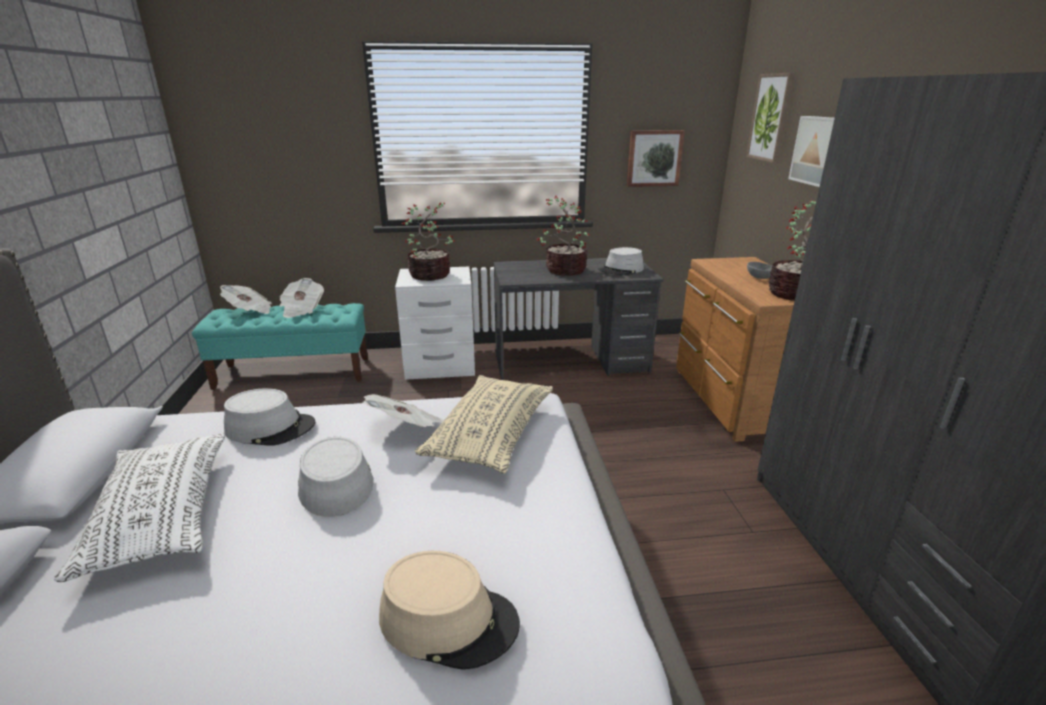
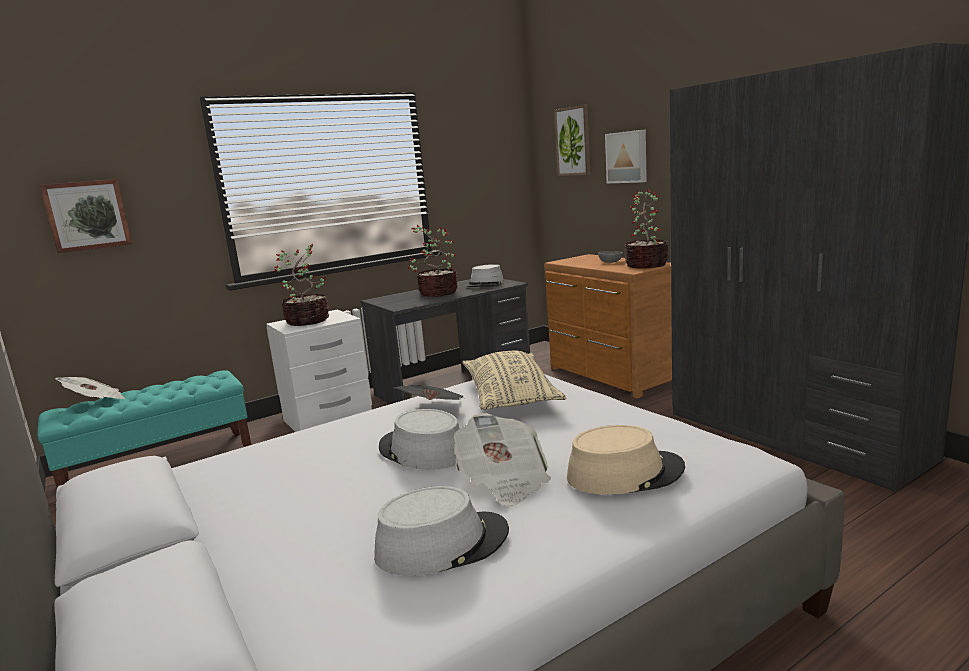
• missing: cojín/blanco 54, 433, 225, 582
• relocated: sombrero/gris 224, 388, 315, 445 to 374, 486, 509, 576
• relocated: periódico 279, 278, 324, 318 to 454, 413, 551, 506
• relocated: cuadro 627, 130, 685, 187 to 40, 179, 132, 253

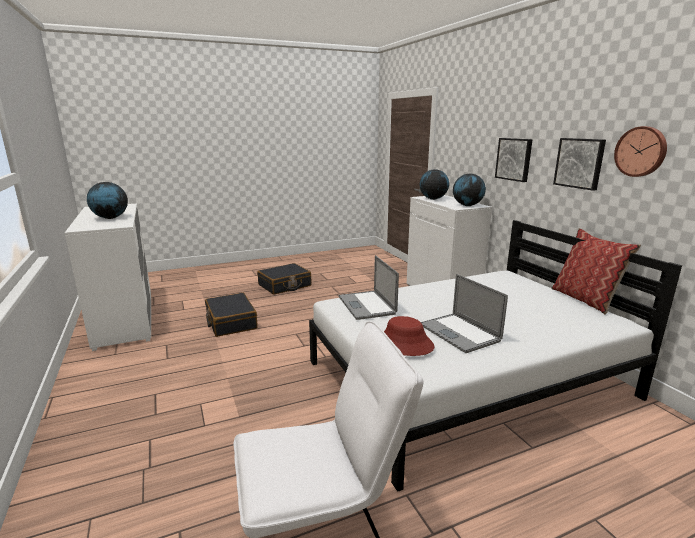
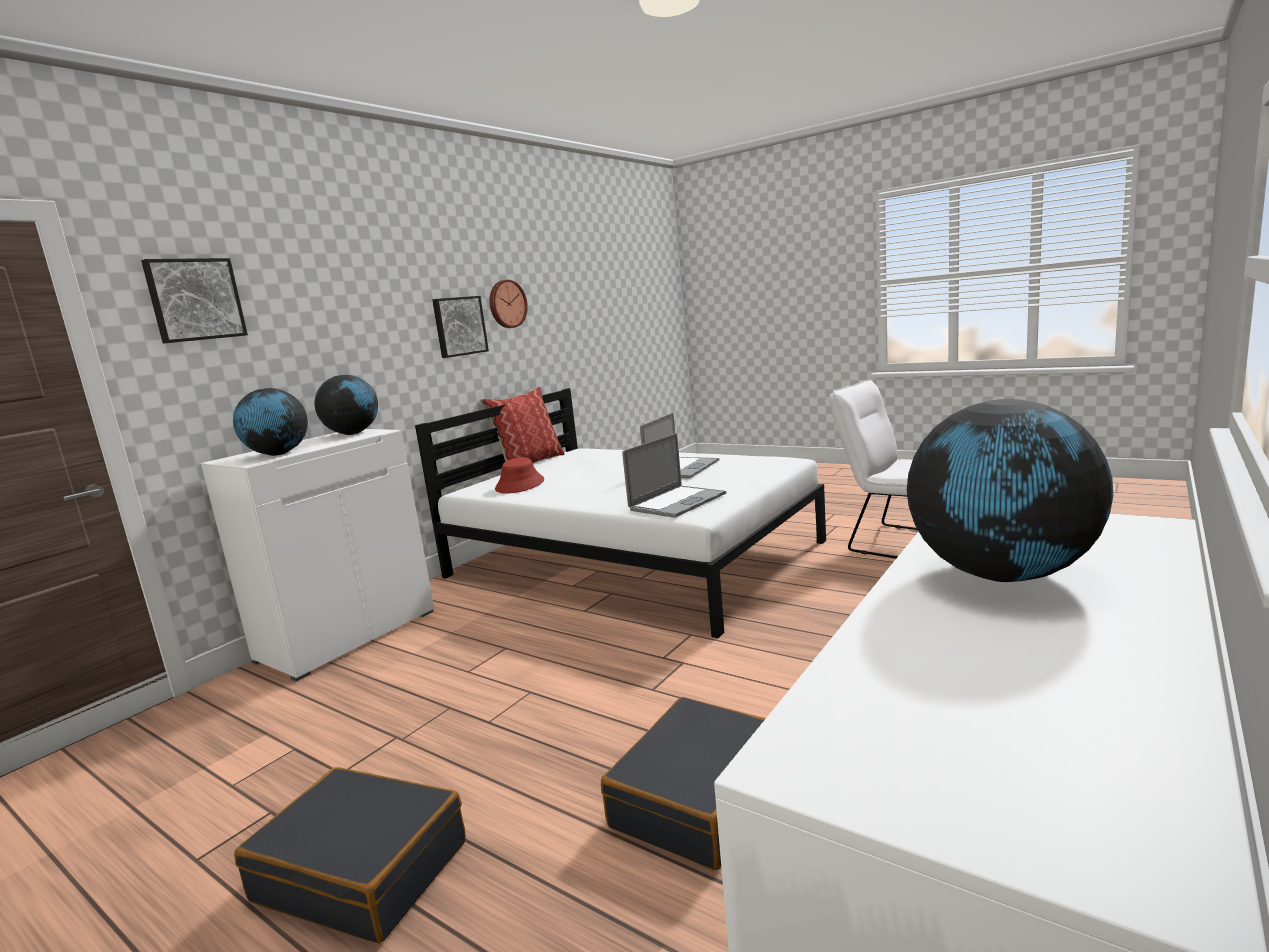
• relocated: sombrero/rojo 384, 316, 435, 356 to 495, 457, 544, 493
• relocated: cuadro 495, 138, 533, 182 to 141, 258, 248, 344

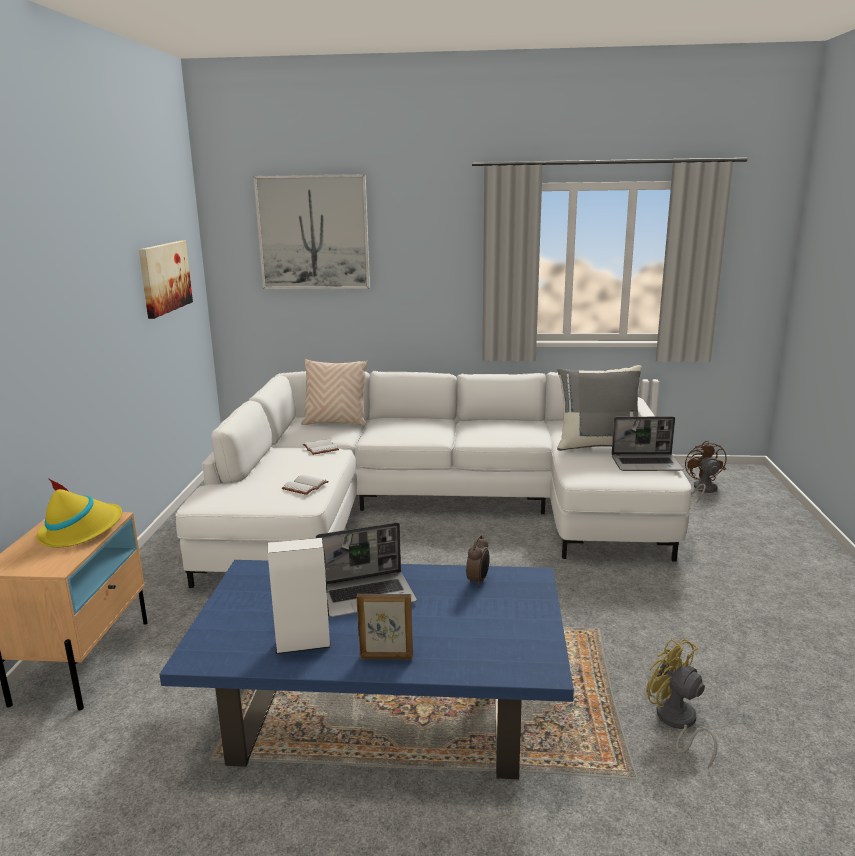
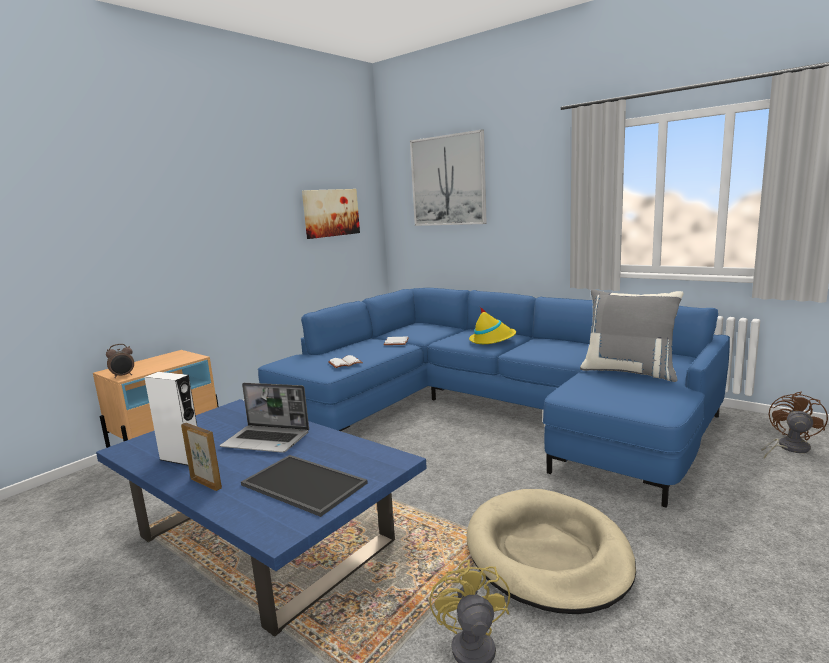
• missing: cojín/beis 301, 359, 368, 425
• missing: portátil 611, 416, 684, 471
• appeared: bandeja 241, 455, 368, 517
• appeared: cama para perro/beis 467, 489, 636, 614
• relocated: sombrero/amarillo 36, 478, 122, 547 to 469, 307, 516, 344
• relocated: despertador 466, 535, 490, 587 to 106, 344, 134, 378
• colour: sofá/blanco 176, 371, 691, 588 to sofá/azul 258, 288, 730, 508

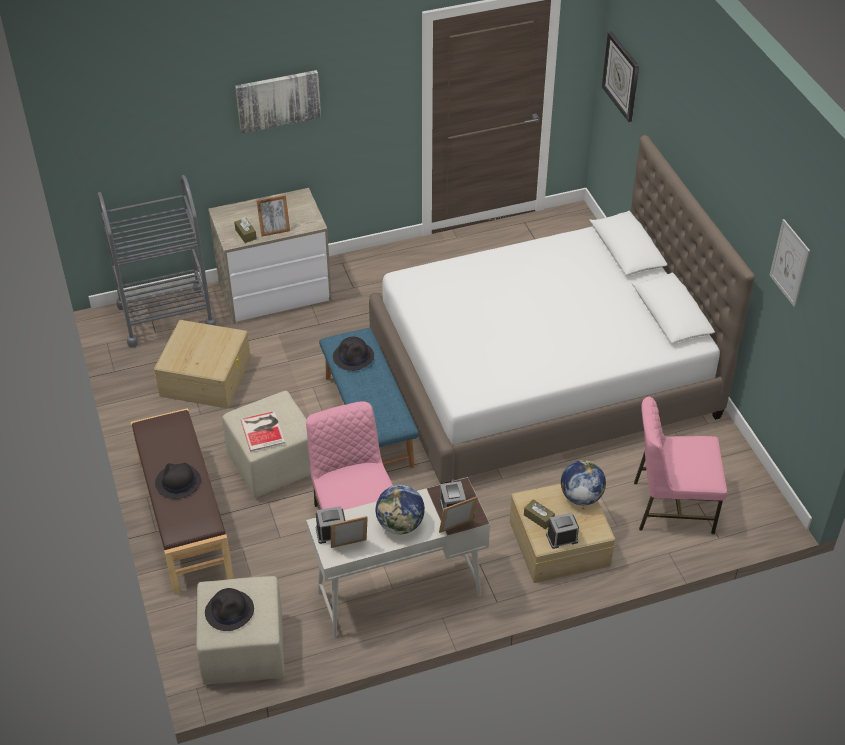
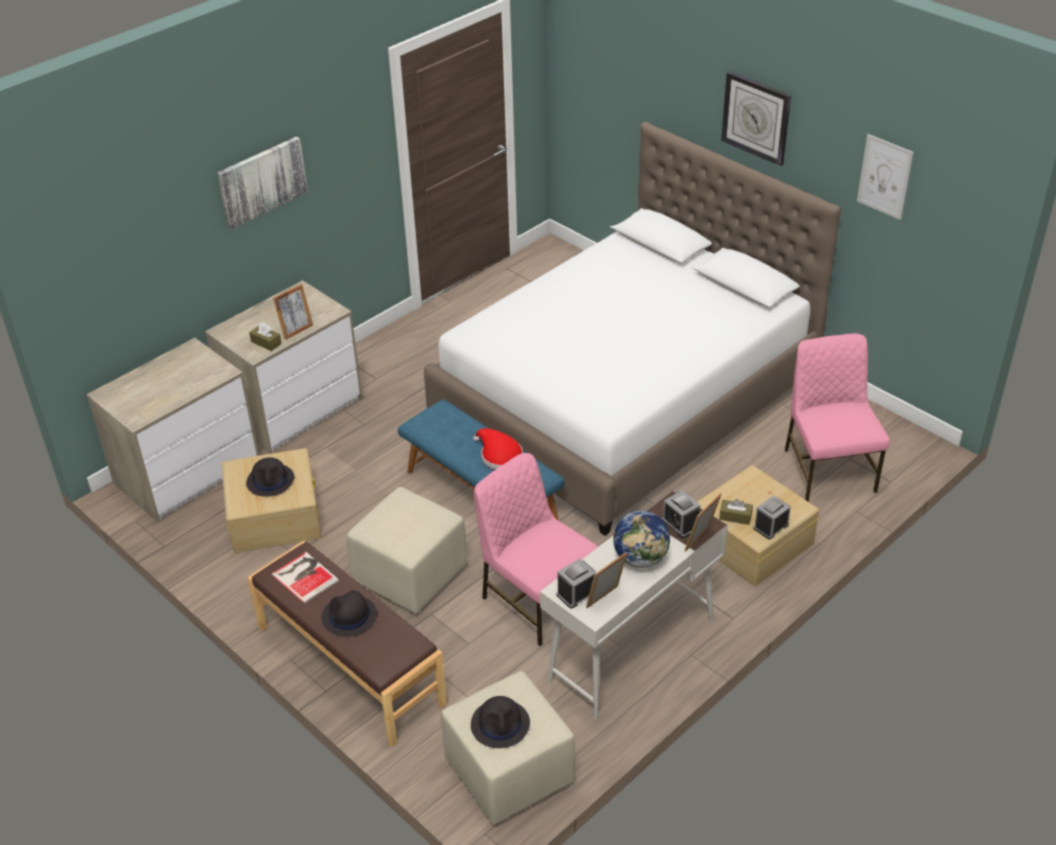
• missing: globo terráqueo 561, 460, 606, 505
• appeared: sombrero/rojo 473, 428, 523, 469
• relocated: libro 240, 411, 285, 451 to 271, 552, 339, 604
• relocated: sombrero/negro 333, 337, 374, 371 to 246, 457, 294, 497
• relocated: reloj de pared 602, 31, 639, 122 to 721, 71, 791, 166
• exchanged: carrito/gris 97, 175, 216, 348 to cómoda 86, 338, 259, 523
• spun: silla/rosa 634, 396, 727, 534 = 785, 333, 890, 502 105 degrees clockwise

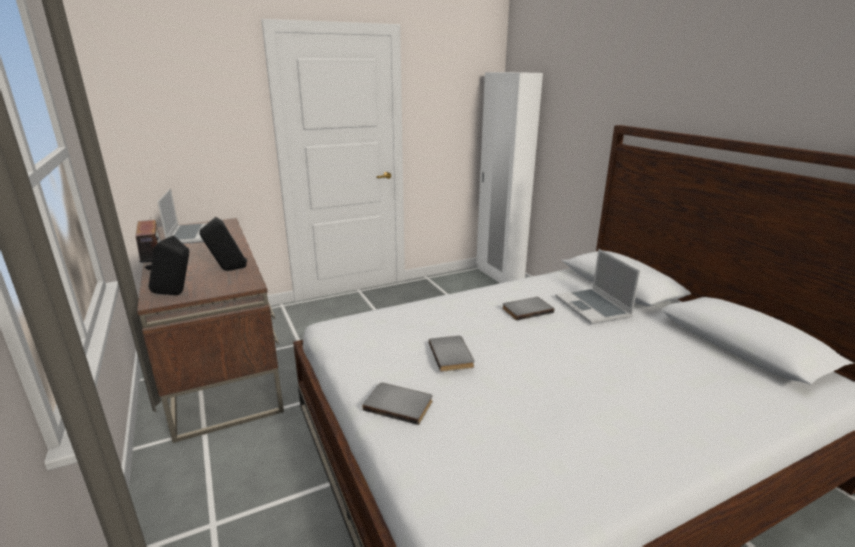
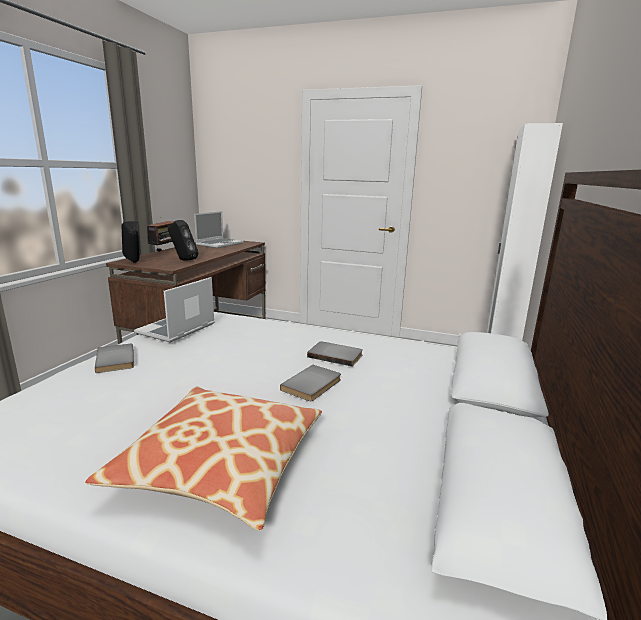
• appeared: cojín 85, 386, 322, 531
• relocated: libro/gris 429, 336, 474, 372 to 280, 365, 341, 401
• relocated: portátil 556, 249, 640, 324 to 134, 277, 215, 343

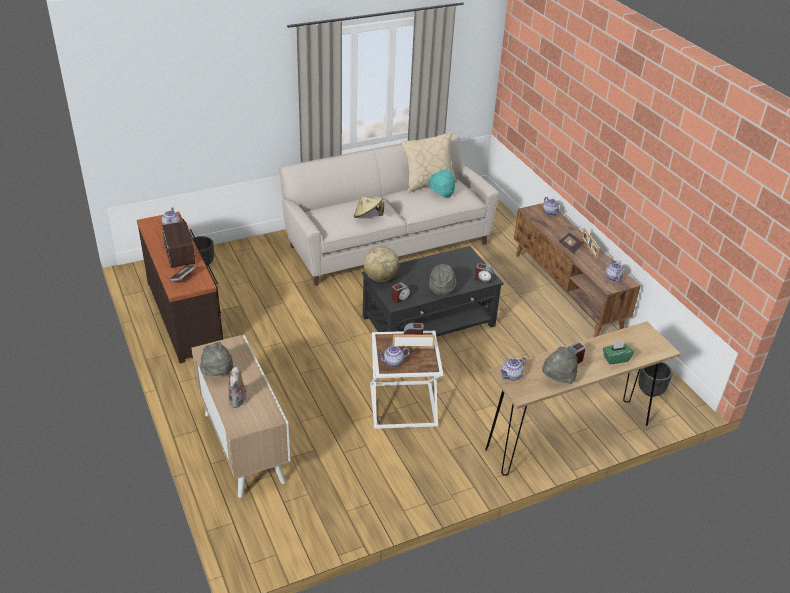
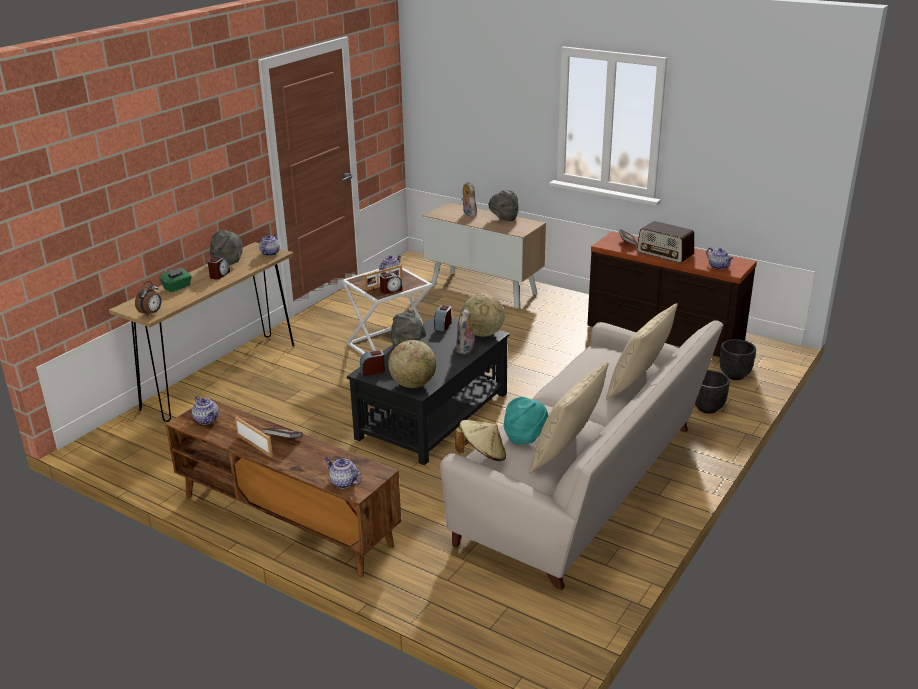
• appeared: despertador 135, 281, 161, 316
• appeared: globo terráqueo 388, 340, 436, 388
• appeared: peluche 456, 308, 476, 354
• appeared: cojín/beis 606, 303, 677, 400
• relocated: sombrero/beis 354, 196, 384, 218 to 455, 420, 506, 461
• relocated: maceta/negro 638, 362, 673, 397 to 695, 370, 730, 414

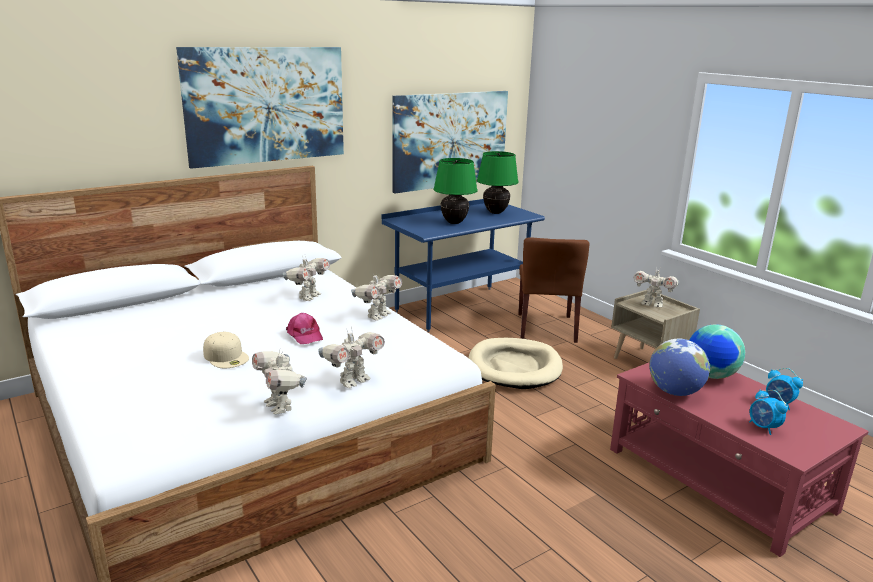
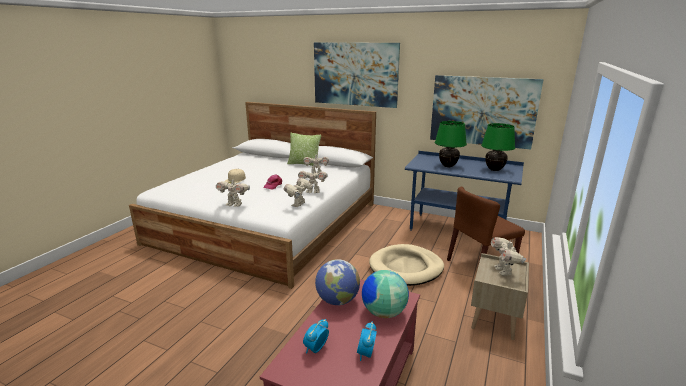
• appeared: cojín 287, 133, 321, 166
• relocated: robot de juguete 252, 351, 307, 415 to 284, 178, 314, 207

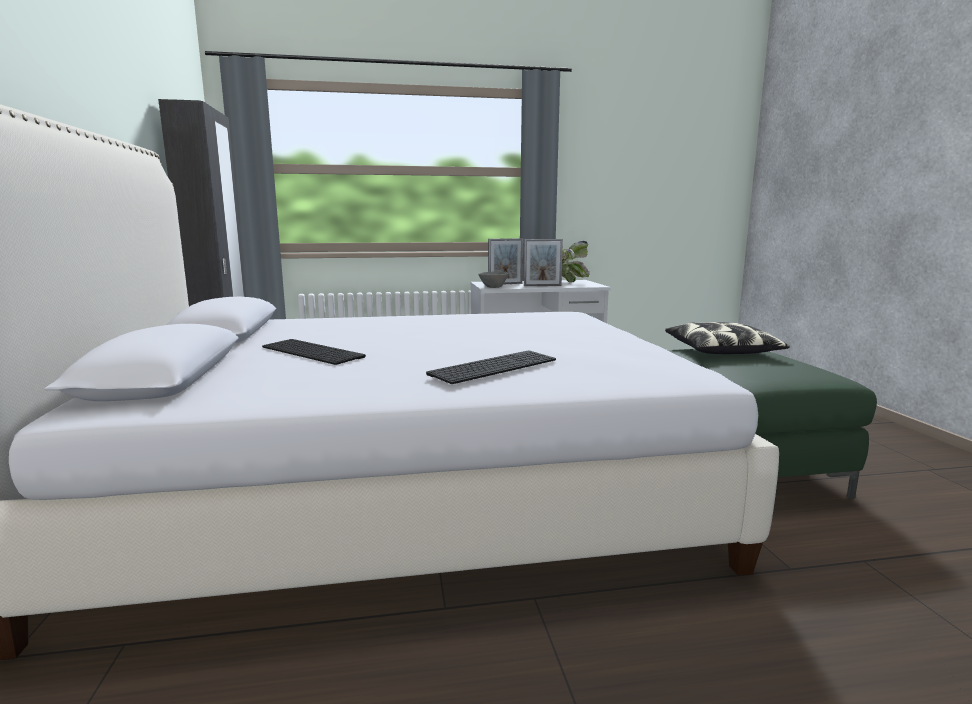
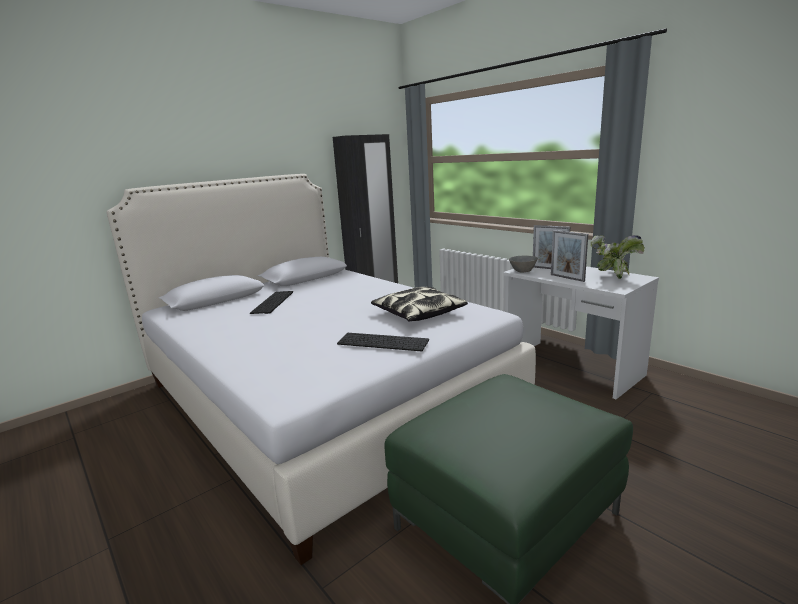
• relocated: teclado 426, 350, 556, 384 to 337, 333, 429, 351
• relocated: cojín 665, 322, 790, 354 to 371, 287, 468, 321

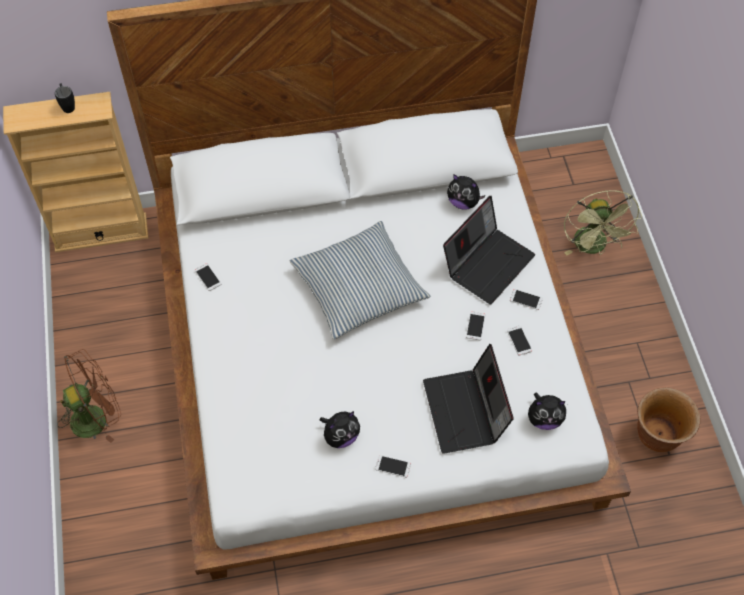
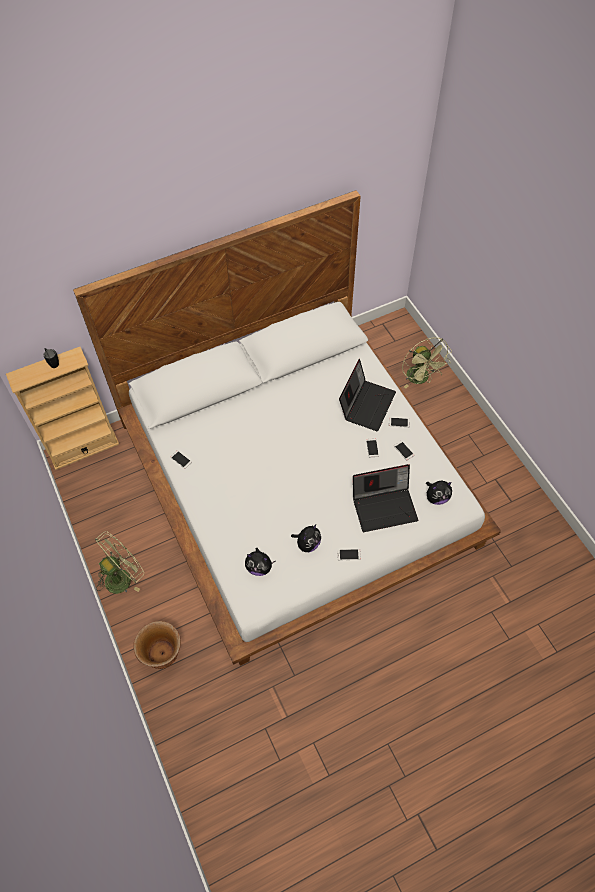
• missing: cojín 289, 221, 431, 339
• relocated: peluche 447, 174, 485, 210 to 245, 548, 276, 576
• relocated: maceta/marrón 637, 387, 700, 452 to 134, 621, 181, 669
• colour: ventilador/marrón 57, 349, 121, 443 to ventilador/verde 95, 531, 144, 594
• spun: portátil 423, 344, 514, 454 = 353, 464, 418, 532 75 degrees counterclockwise

